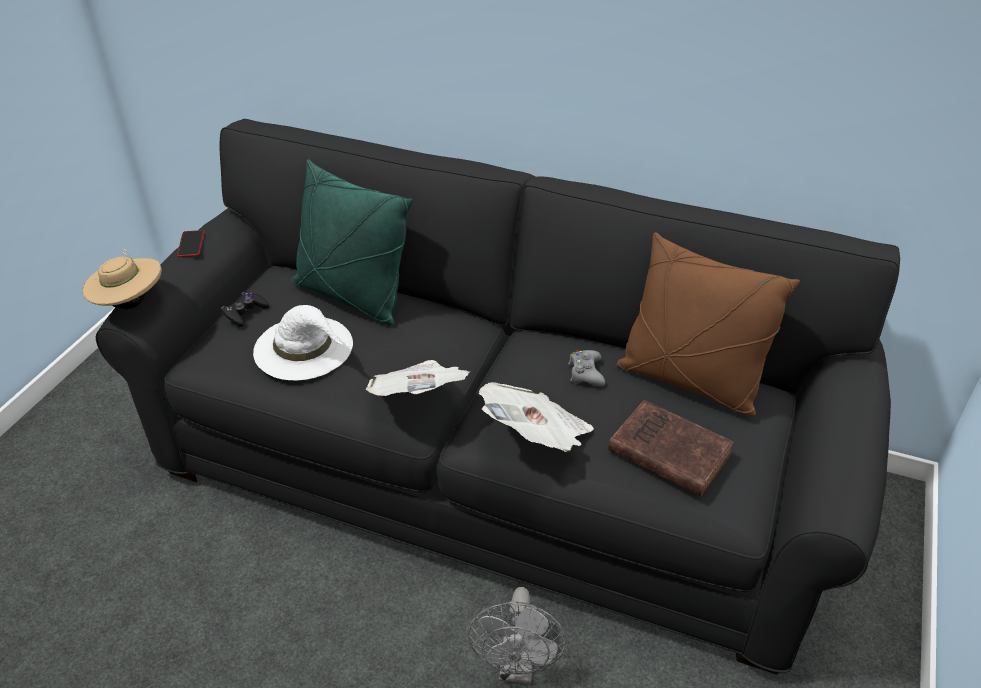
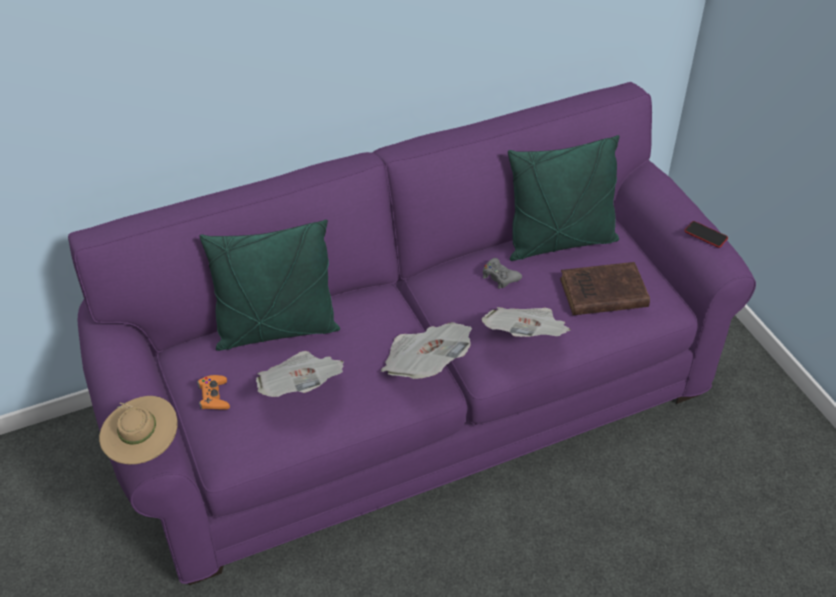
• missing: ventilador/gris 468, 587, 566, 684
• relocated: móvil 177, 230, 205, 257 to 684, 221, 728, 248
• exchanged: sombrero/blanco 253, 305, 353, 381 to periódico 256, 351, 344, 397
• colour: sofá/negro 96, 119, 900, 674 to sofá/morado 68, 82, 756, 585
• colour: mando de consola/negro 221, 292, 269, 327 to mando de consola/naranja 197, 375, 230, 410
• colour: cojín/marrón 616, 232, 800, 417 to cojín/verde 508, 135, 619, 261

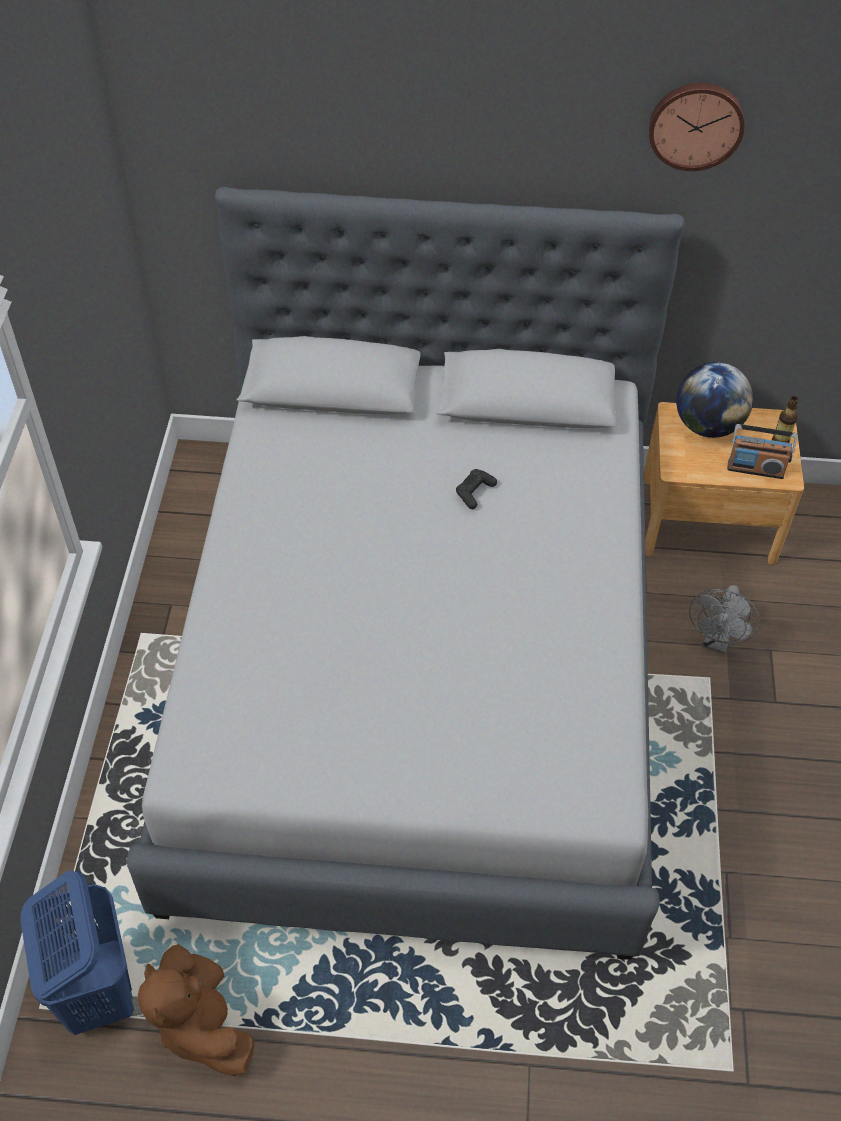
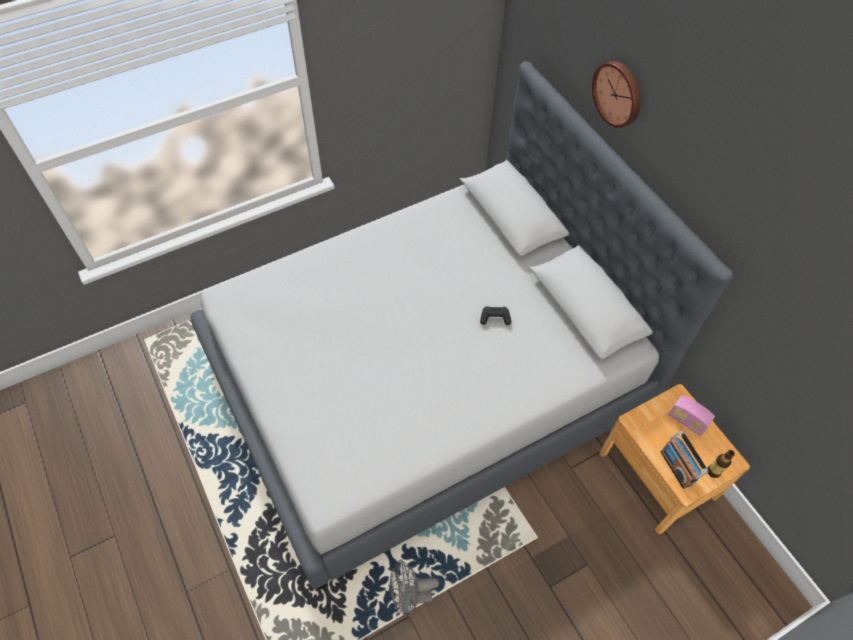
• missing: cesto de la ropa/azul 20, 871, 134, 1035
• missing: peluche/marrón 138, 944, 254, 1076
• relocated: reloj de pared 649, 83, 745, 171 to 592, 61, 640, 128
• relocated: ventilador/gris 689, 585, 760, 654 to 390, 560, 439, 617
• exchanged: globo terráqueo 676, 362, 753, 438 to radio 668, 395, 715, 436

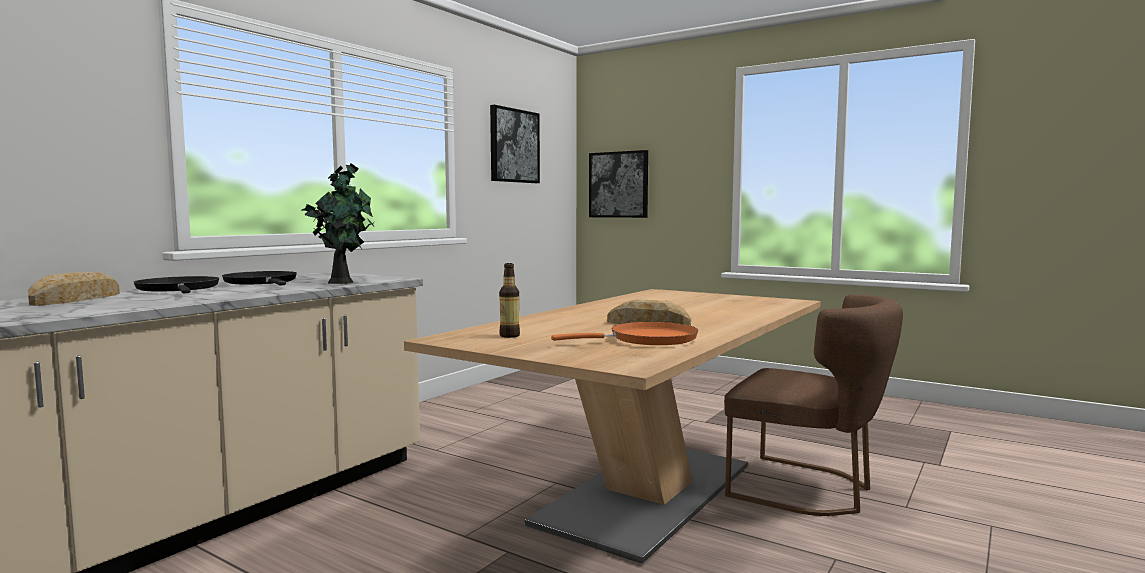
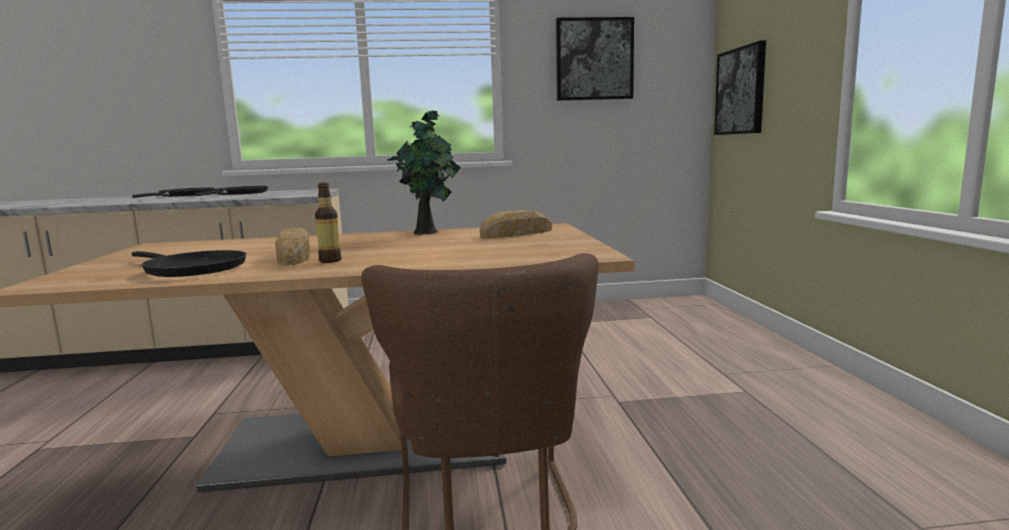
• relocated: pan 28, 272, 120, 306 to 480, 210, 552, 238
• relocated: planta en maceta 302, 163, 374, 284 to 388, 110, 461, 234
• relocated: botella 499, 263, 520, 338 to 315, 183, 342, 263
• colour: sartén/naranja 551, 322, 698, 345 to sartén/negro 132, 250, 246, 277

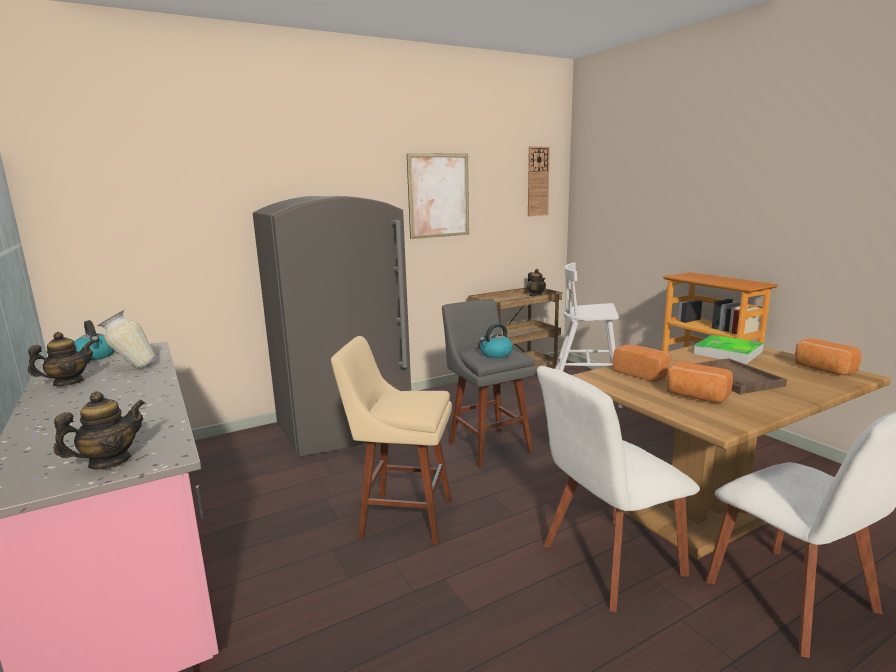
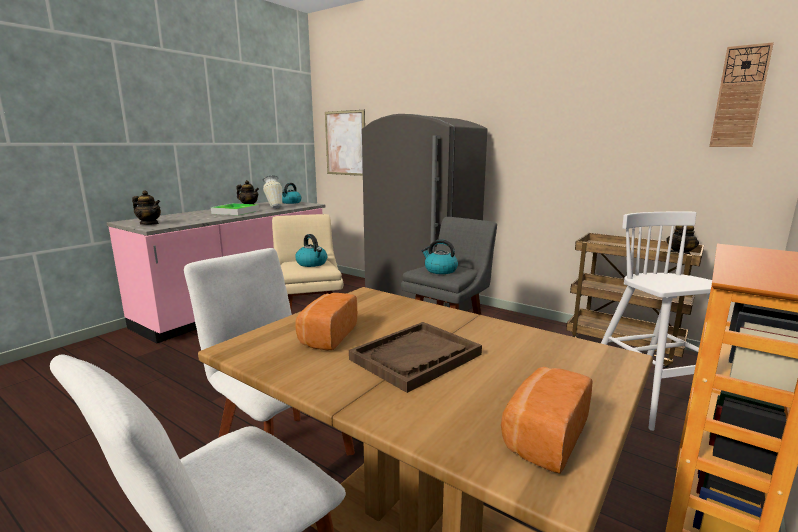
• missing: pan 613, 345, 671, 382
• appeared: hervidor 295, 234, 327, 267
• relocated: cuadro 407, 153, 469, 239 to 325, 110, 365, 176
• relocated: bandeja 694, 335, 764, 364 to 211, 203, 259, 215

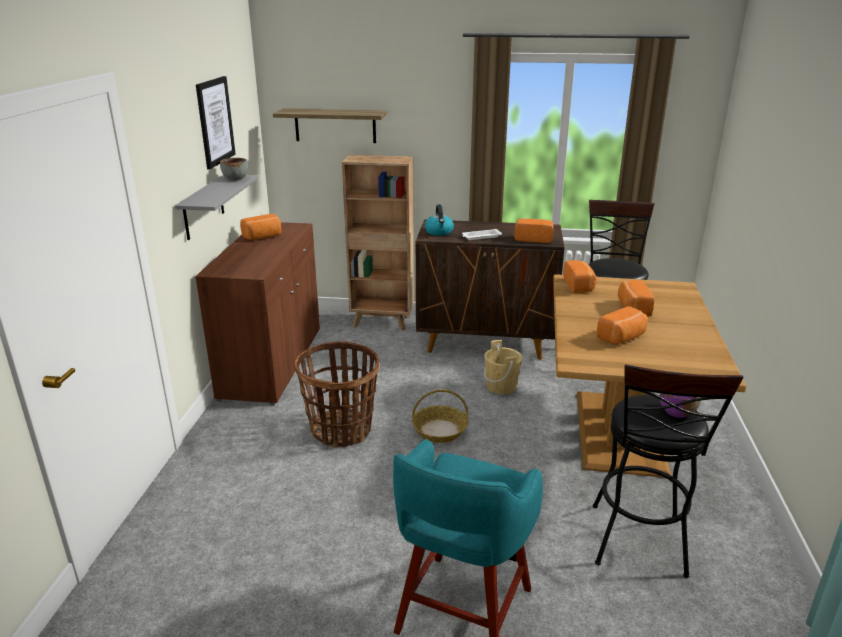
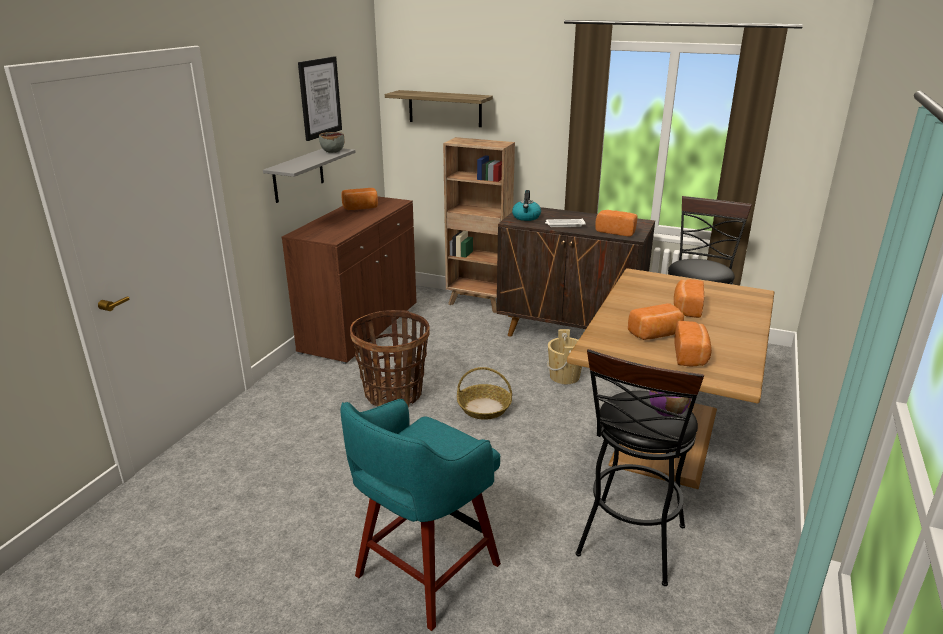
• relocated: pan 563, 260, 597, 293 to 674, 321, 712, 366

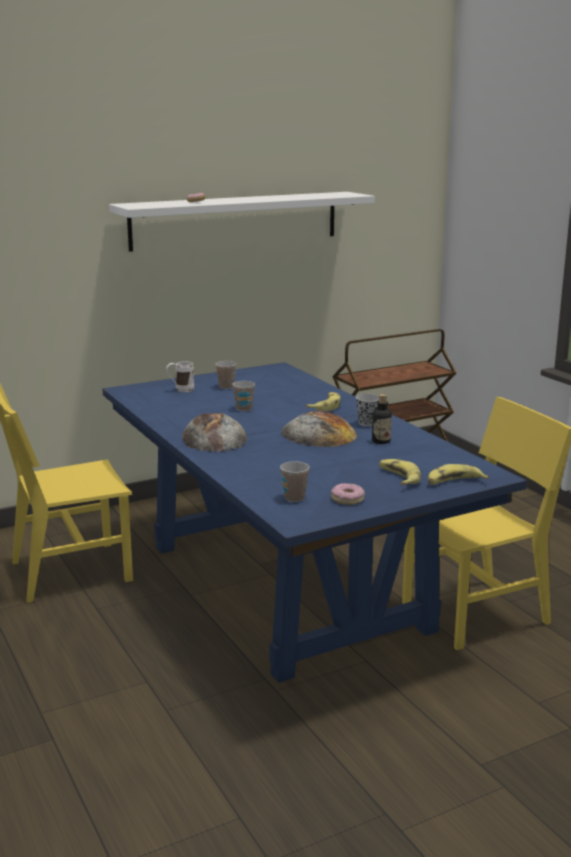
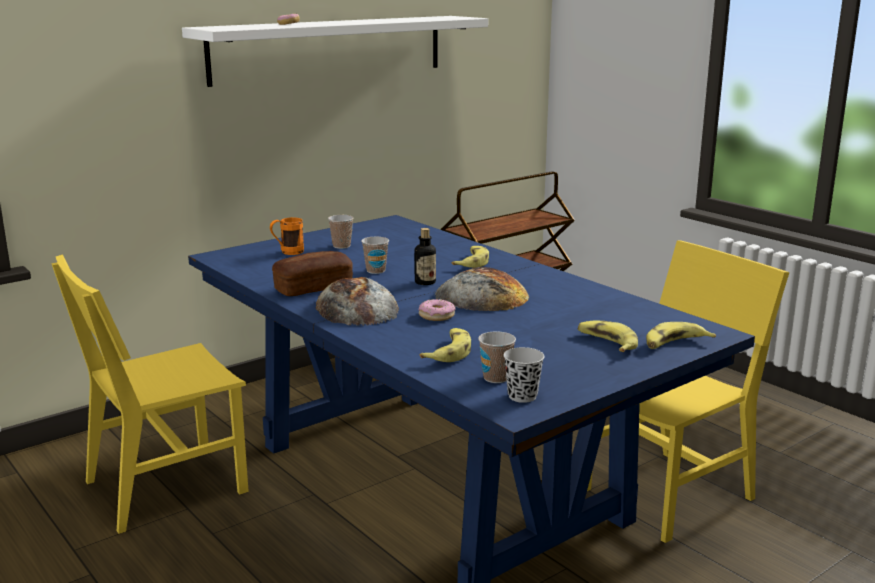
• appeared: pan 272, 251, 353, 296
• appeared: plátano 420, 328, 471, 362
• relocated: rosquilla 331, 483, 365, 505 to 419, 299, 455, 321
• relocated: taza/negro 356, 394, 379, 426 to 504, 347, 545, 403
• relocated: botella 372, 394, 392, 444 to 414, 228, 436, 285
• colour: taza grande/blanco 166, 361, 194, 392 to taza grande/naranja 270, 217, 304, 255

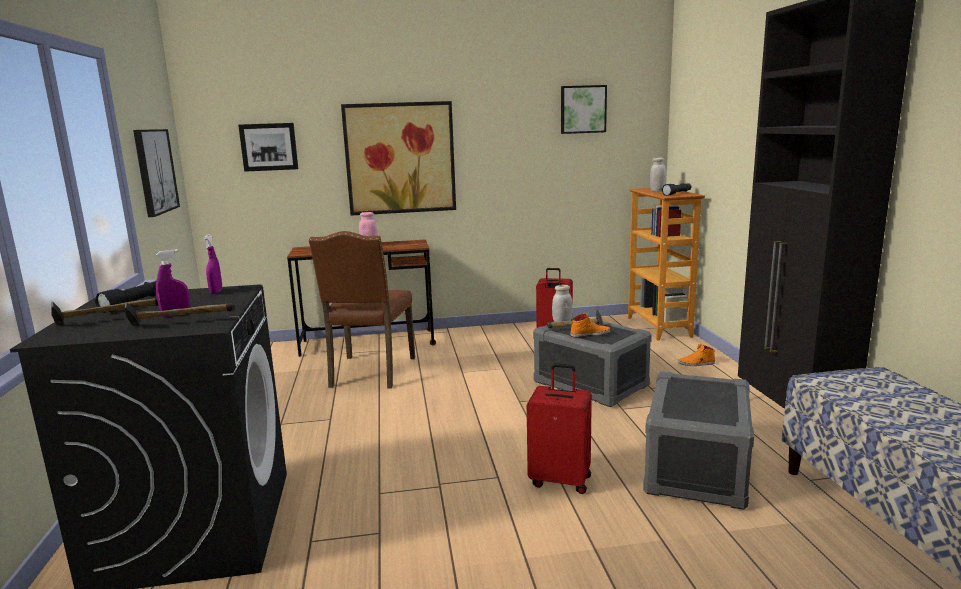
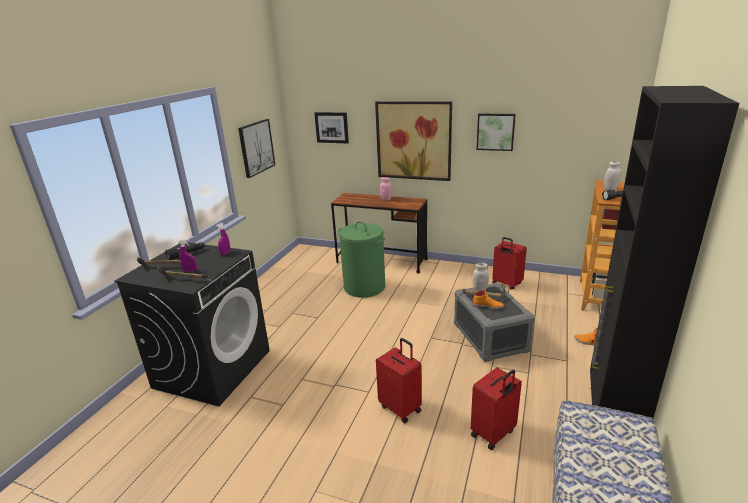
• relocated: cuadro 561, 85, 607, 134 to 476, 114, 516, 151
• exchanged: silla/marrón 309, 231, 415, 388 to cesto de la ropa/verde 338, 221, 385, 298
• exchanged: caja de almacenaje/gris 643, 371, 754, 510 to maleta/rojo 471, 367, 522, 450

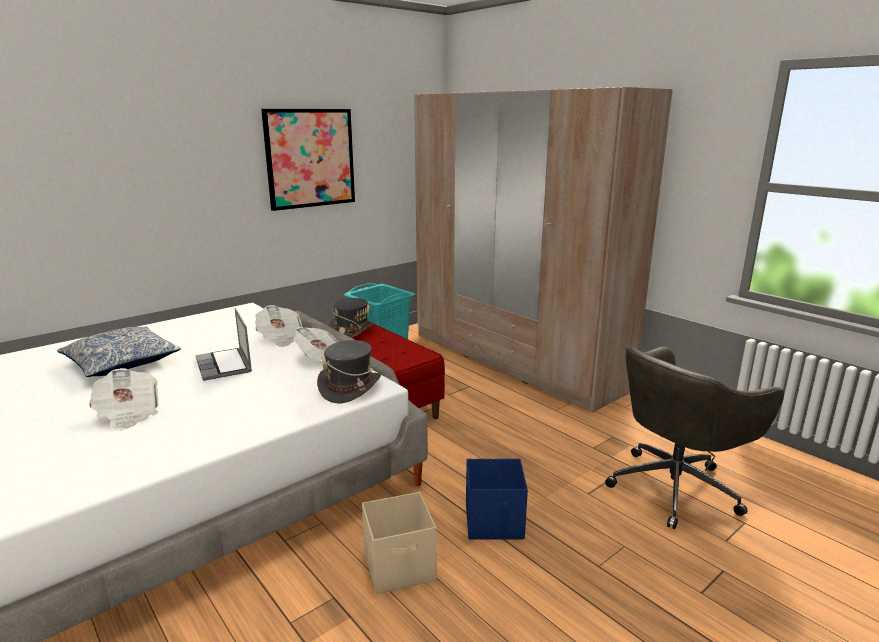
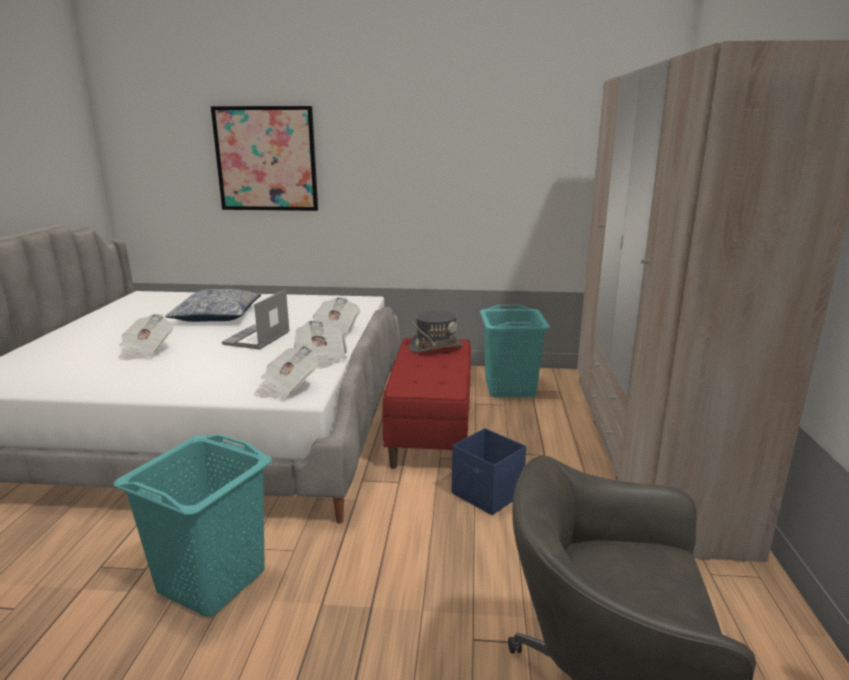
• relocated: cuadro 261, 109, 355, 211 to 211, 106, 318, 211
• relocated: caja de almacenaje/azul 466, 459, 528, 540 to 452, 428, 526, 515
• exchanged: sombrero/gris 317, 340, 381, 403 to periódico 254, 345, 318, 398
• exchanged: caja de almacenaje/beis 362, 492, 436, 594 to cesto de la ropa/turquesa 114, 434, 272, 617

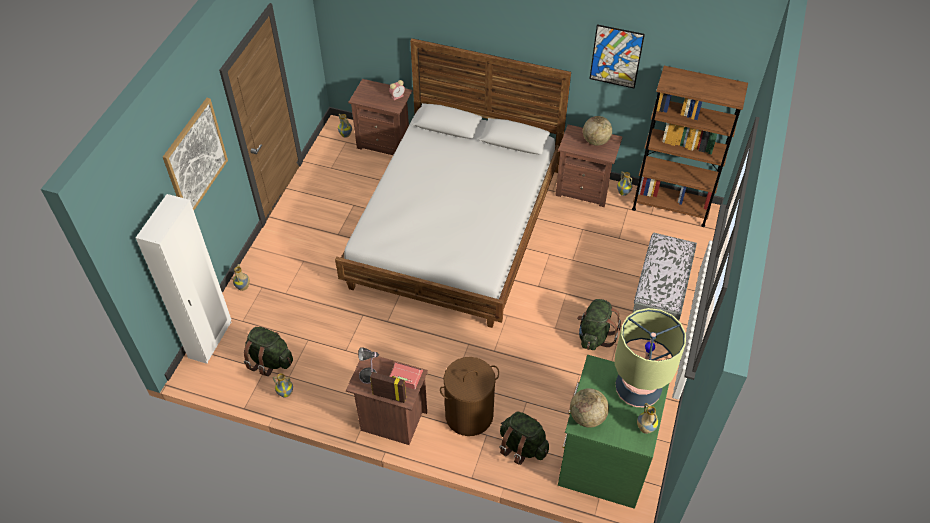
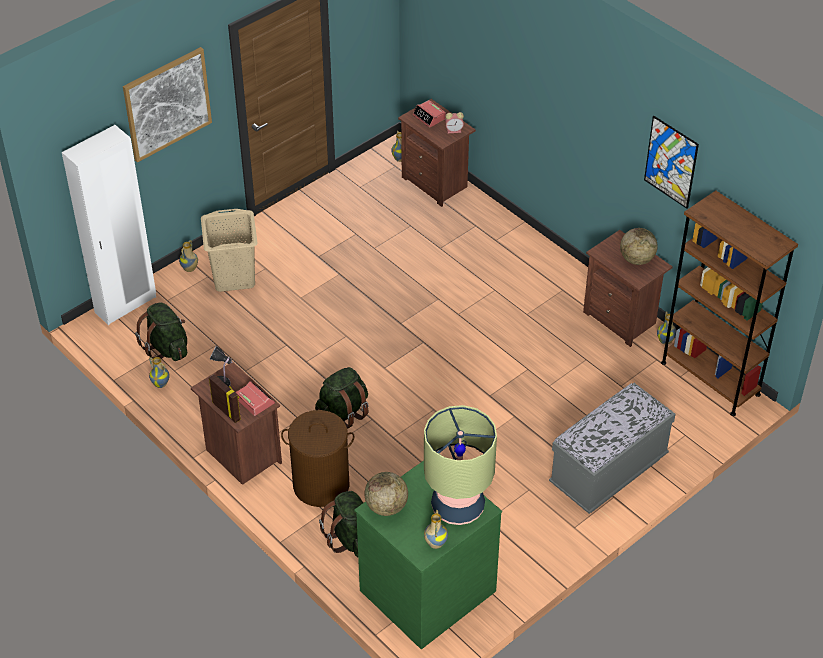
• missing: cama 335, 38, 571, 328
• appeared: cesto de la ropa/beis 201, 209, 258, 292
• appeared: despertador 413, 100, 446, 127
• relocated: mochila/verde 577, 299, 621, 350 to 315, 367, 369, 429

